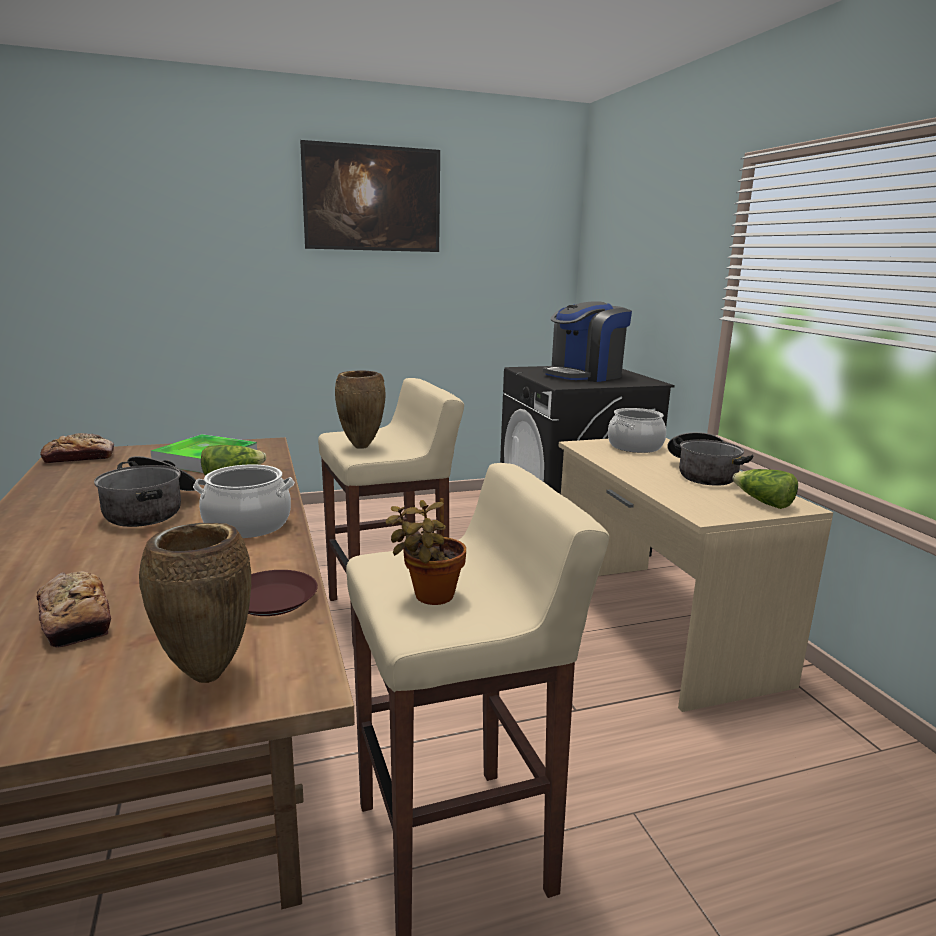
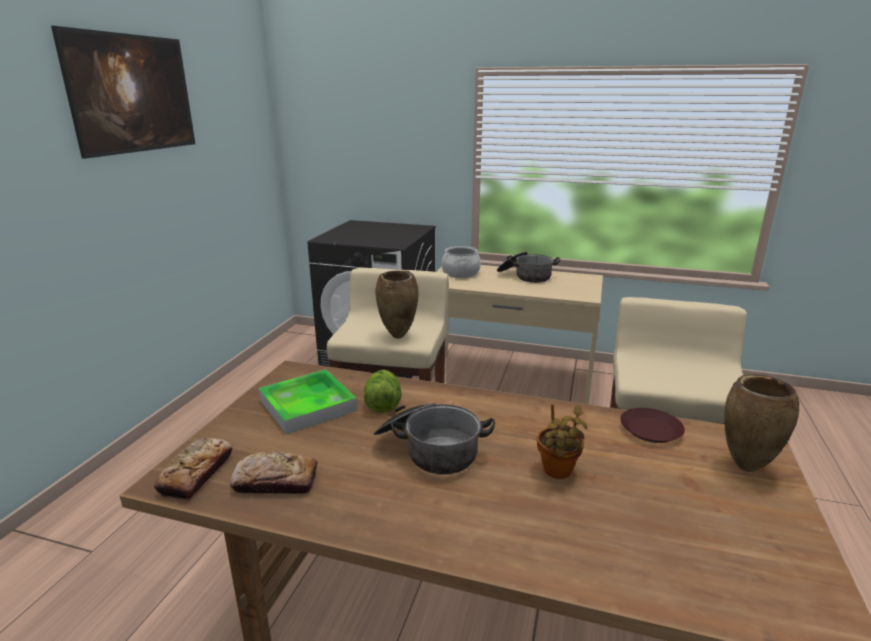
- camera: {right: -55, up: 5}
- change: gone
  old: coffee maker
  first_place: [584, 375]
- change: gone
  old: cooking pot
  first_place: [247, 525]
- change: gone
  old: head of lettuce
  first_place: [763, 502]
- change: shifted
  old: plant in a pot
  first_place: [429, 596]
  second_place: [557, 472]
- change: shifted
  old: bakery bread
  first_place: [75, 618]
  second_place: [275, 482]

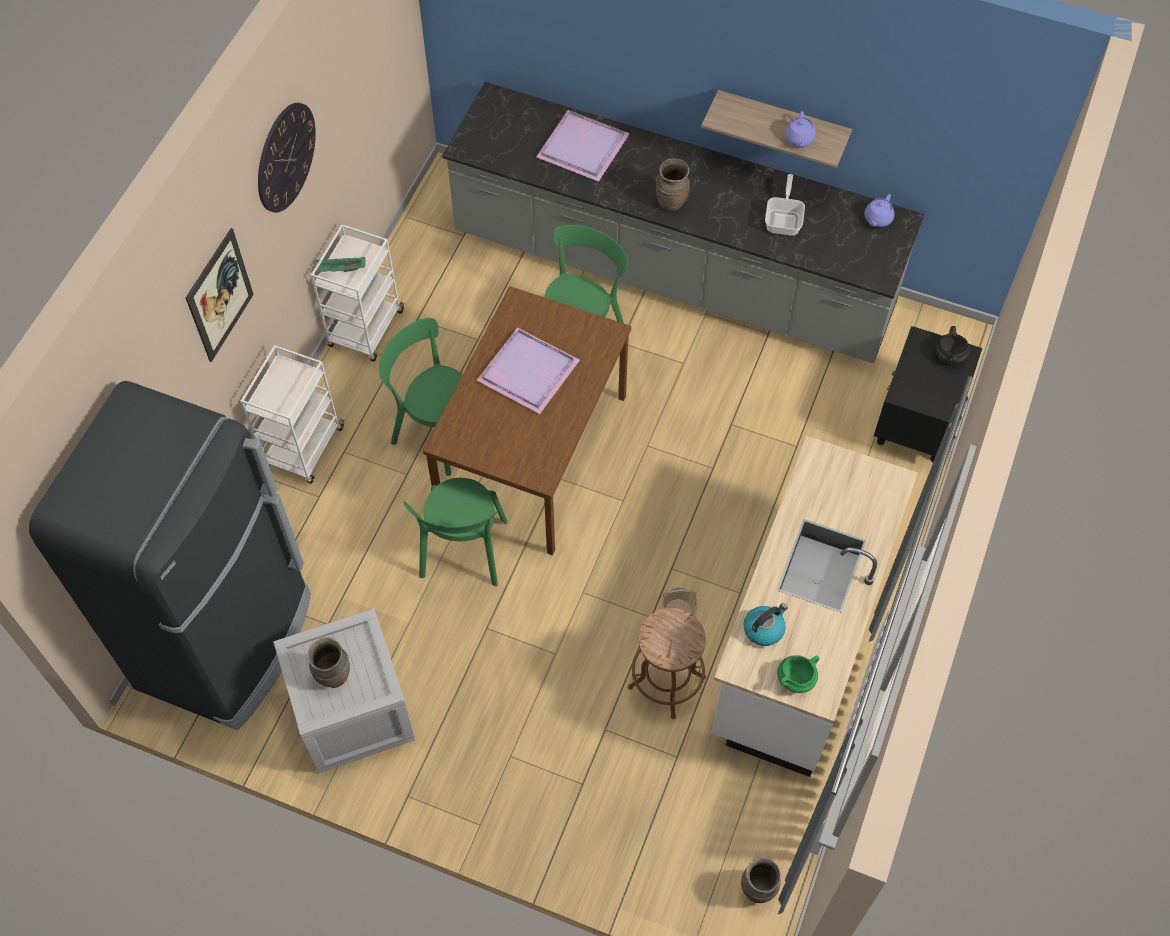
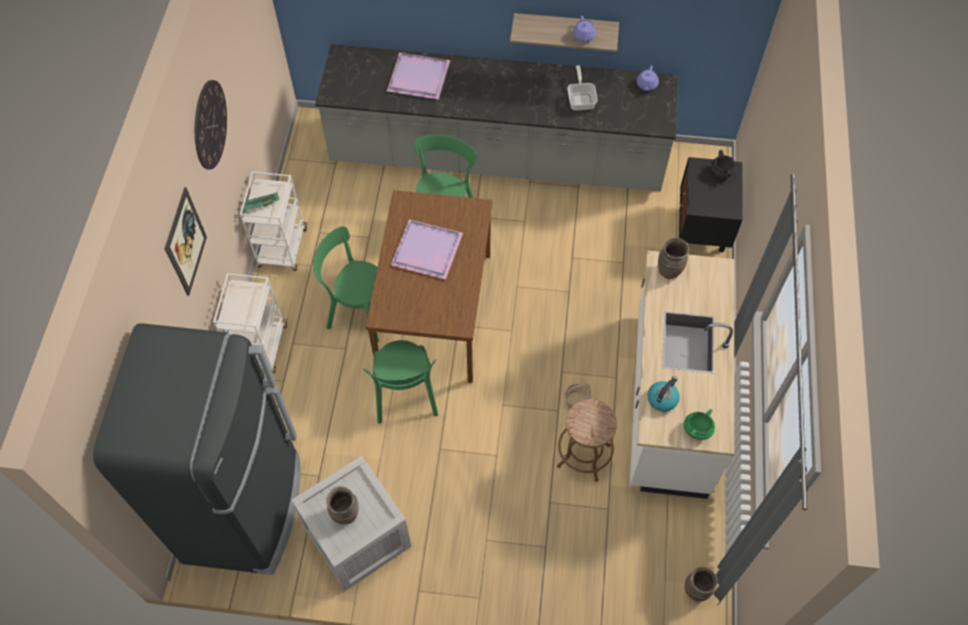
- camera: {right: -15, up: 0}
- change: shifted
  old: brown-coloured flower vase
  first_place: [671, 202]
  second_place: [669, 270]

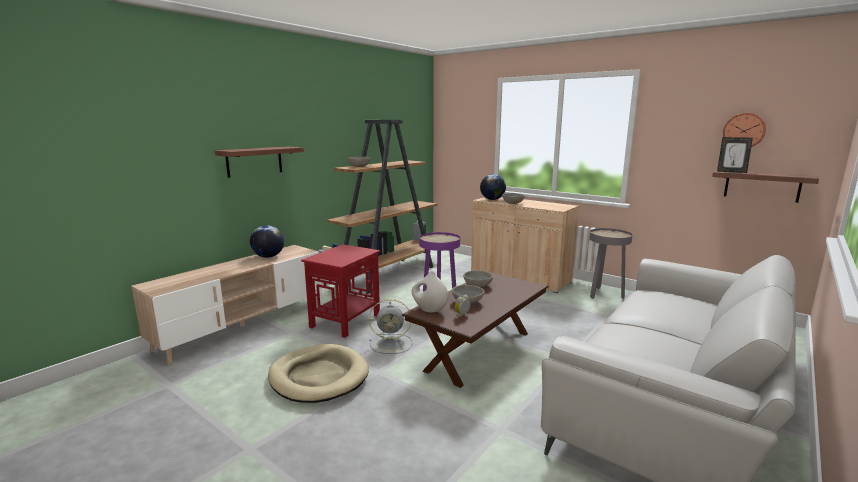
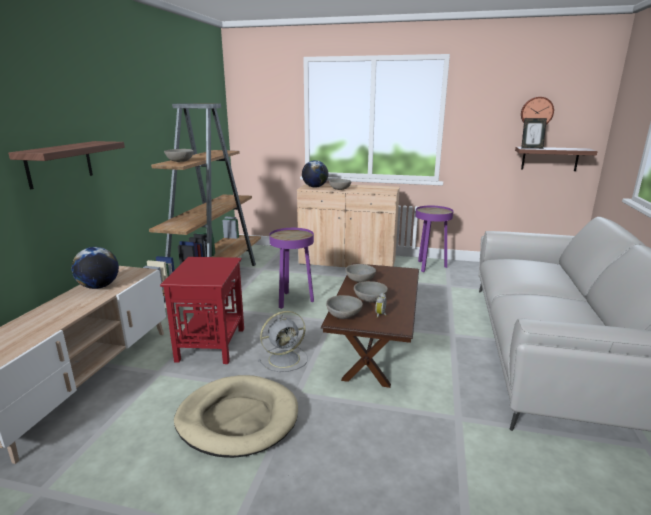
- camera: {right: -25, up: 5}
- change: repainted
  old: greyish end table
  new: purple-coloured end table
  first_place: [604, 295]
  second_place: [429, 267]
- change: swapped
  old: white flower vase
  new: greyish serving bowl
  first_place: [429, 310]
  second_place: [343, 315]

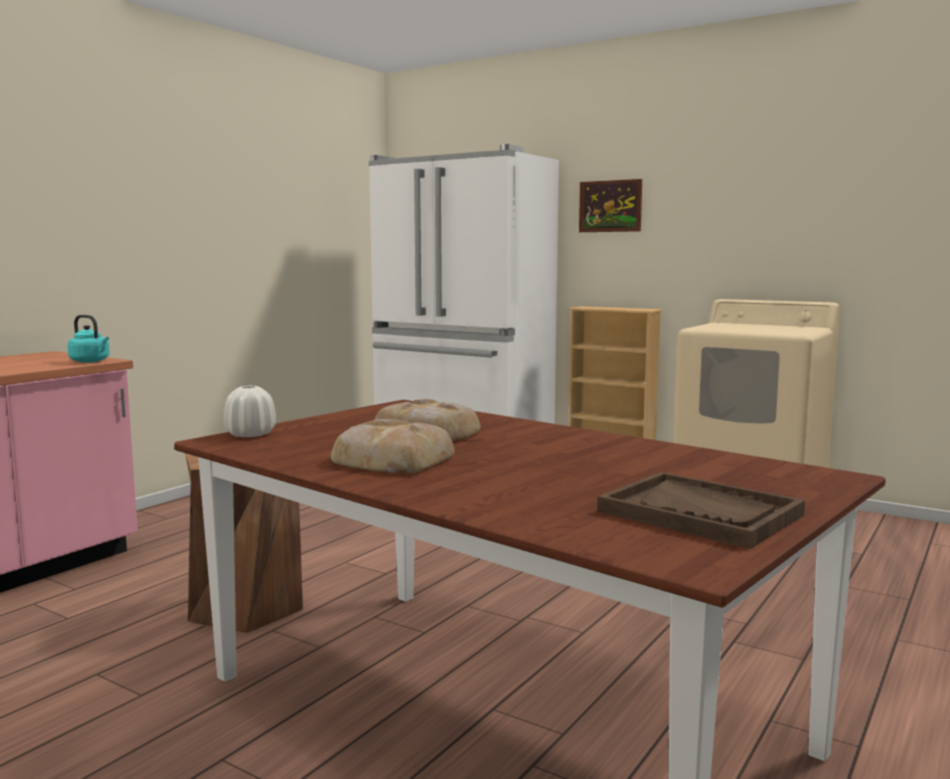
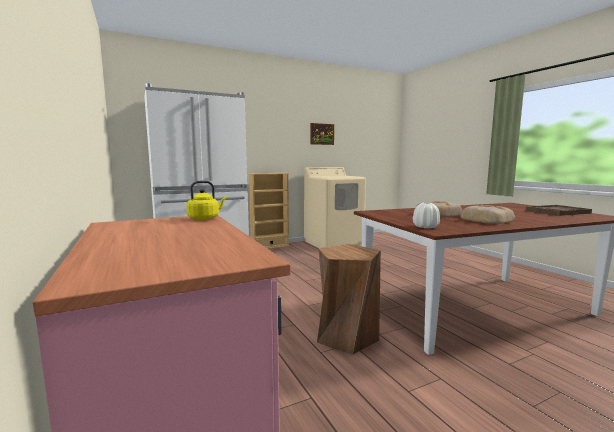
- camera: {right: -60, up: 0}
- change: shifted
  old: wall picture
  first_place: [610, 206]
  second_place: [322, 134]
- change: repainted
  old: turquoise-coloured water kettle
  new: yellowish water kettle
  first_place: [91, 361]
  second_place: [205, 218]

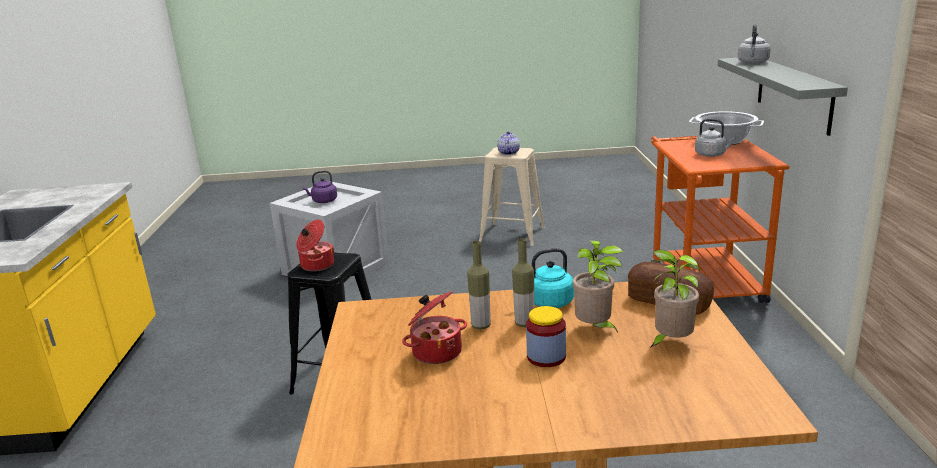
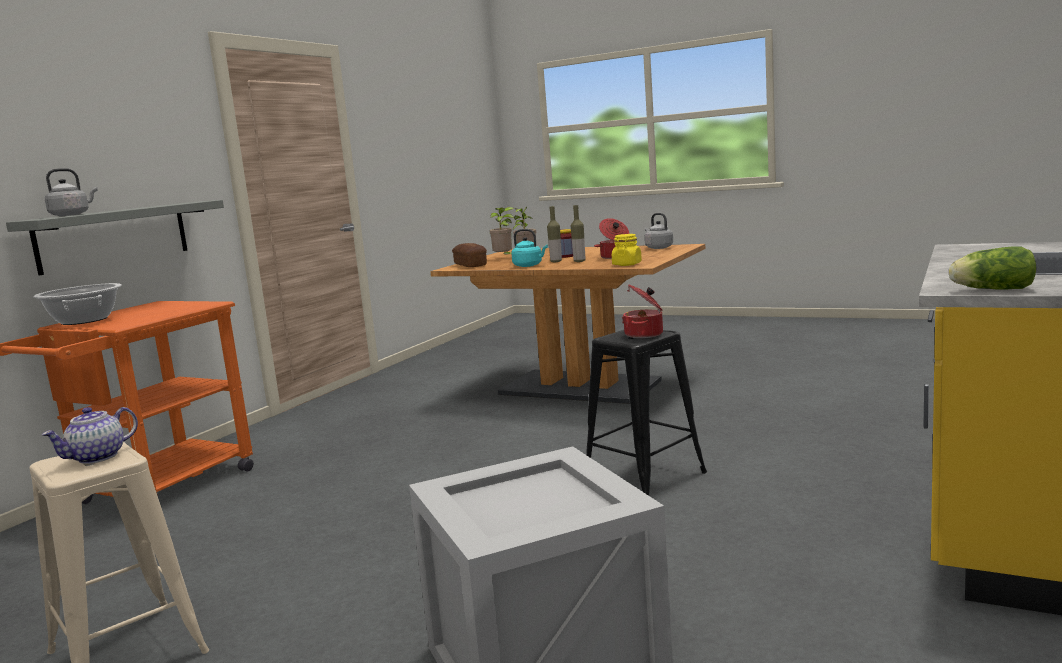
- camera: {right: -150, up: -10}
- change: shifted
  old: greyish water kettle
  first_place: [712, 155]
  second_place: [658, 248]
- change: gone
  old: purple-coloured water kettle
  first_place: [323, 201]
- change: new
  new: yellowish storage jar
  second_place: [627, 264]
- change: new
  new: head of lettuce
  second_place: [990, 289]

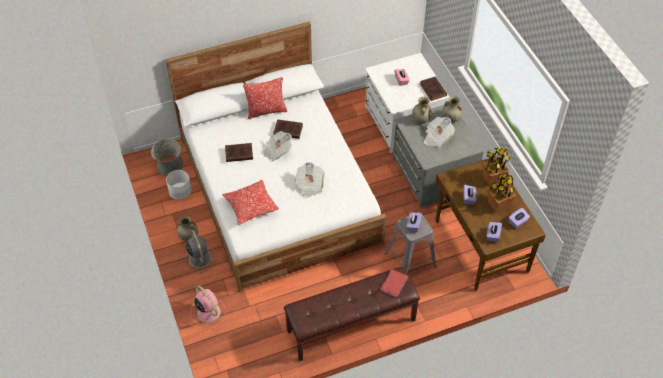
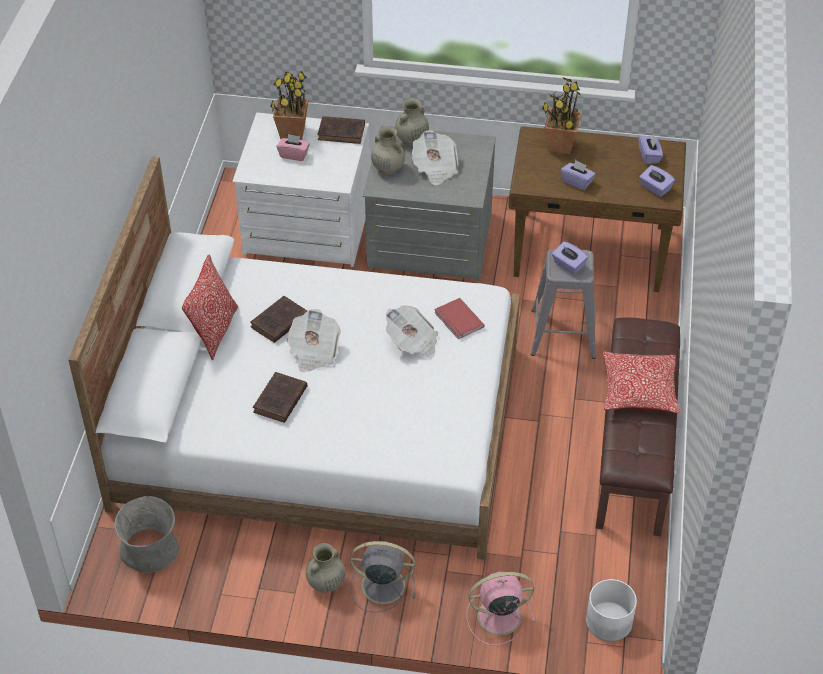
- camera: {right: -60, up: -5}
- change: shifted
  old: white plant pot
  first_place: [180, 191]
  second_place: [608, 621]
- change: shifted
  old: plant in a pot
  first_place: [497, 204]
  second_place: [292, 133]
- change: shifted
  old: throw pillow
  first_place: [251, 206]
  second_place: [639, 391]
- change: shifted
  old: red-coloured book
  first_place: [393, 283]
  second_place: [457, 320]

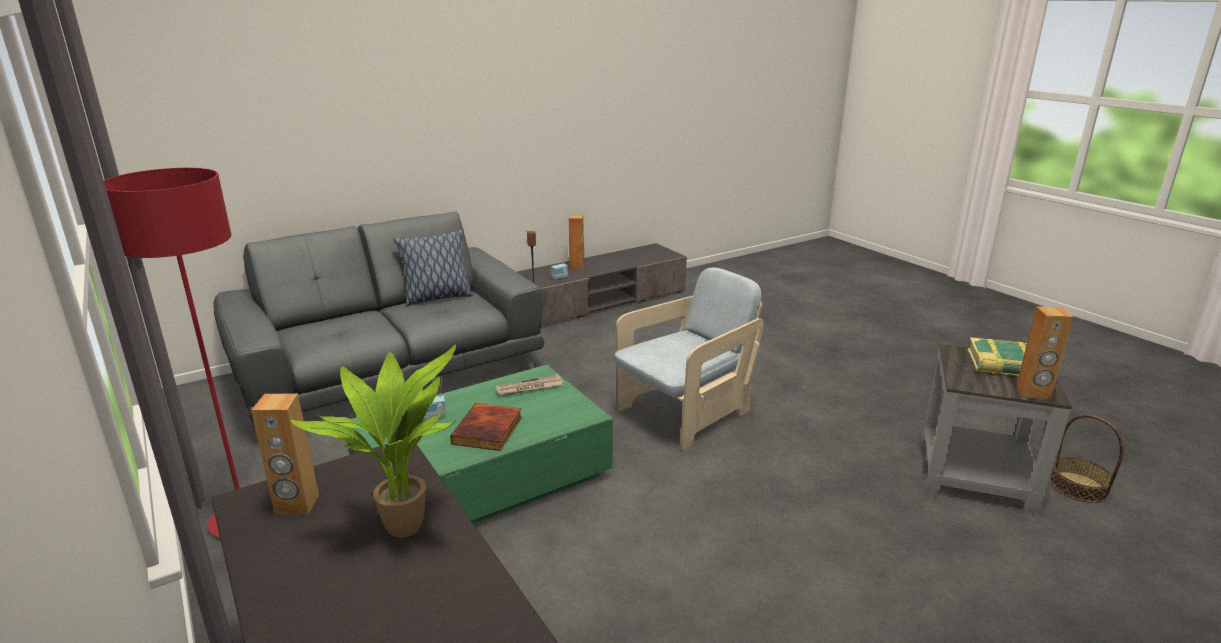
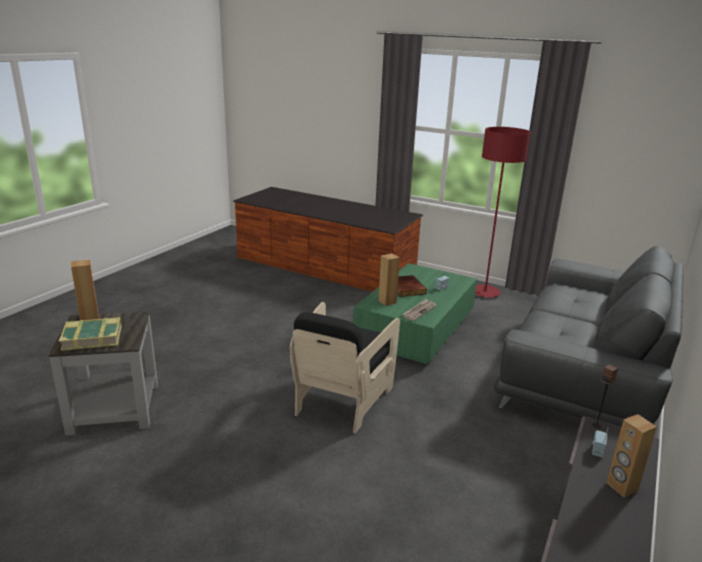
- camera: {right: 150, up: 0}
- change: gone
  old: throw pillow
  first_place: [437, 298]
- change: repainted
  old: beige easy chair
  new: black easy chair
  first_place: [685, 413]
  second_place: [342, 399]
- change: gone
  old: plant in a pot
  first_place: [405, 524]
- change: shifted
  old: brown-coloured loudspeaker
  first_place: [297, 505]
  second_place: [387, 302]
- change: gone
  old: storage basket
  first_place: [1078, 486]

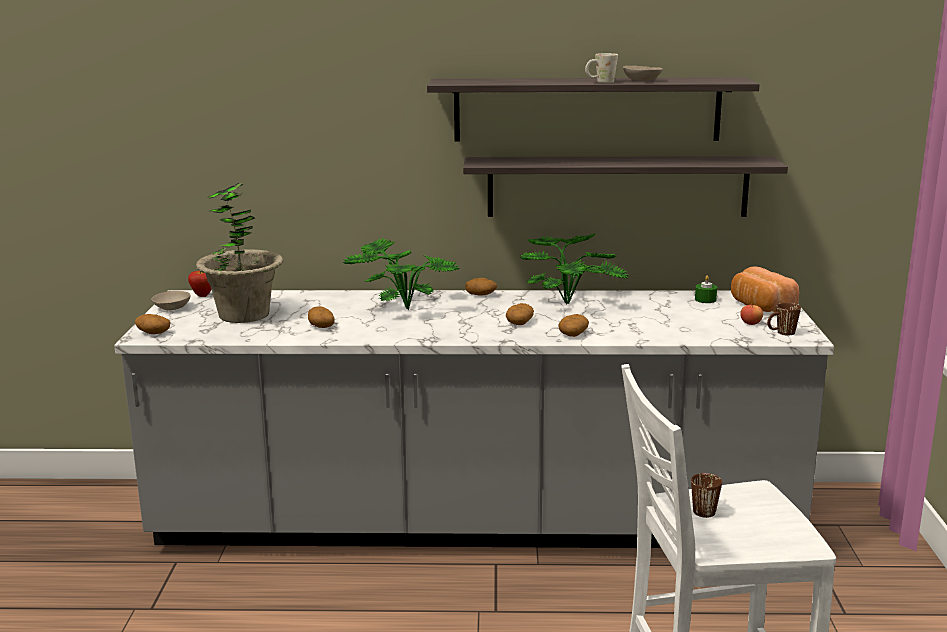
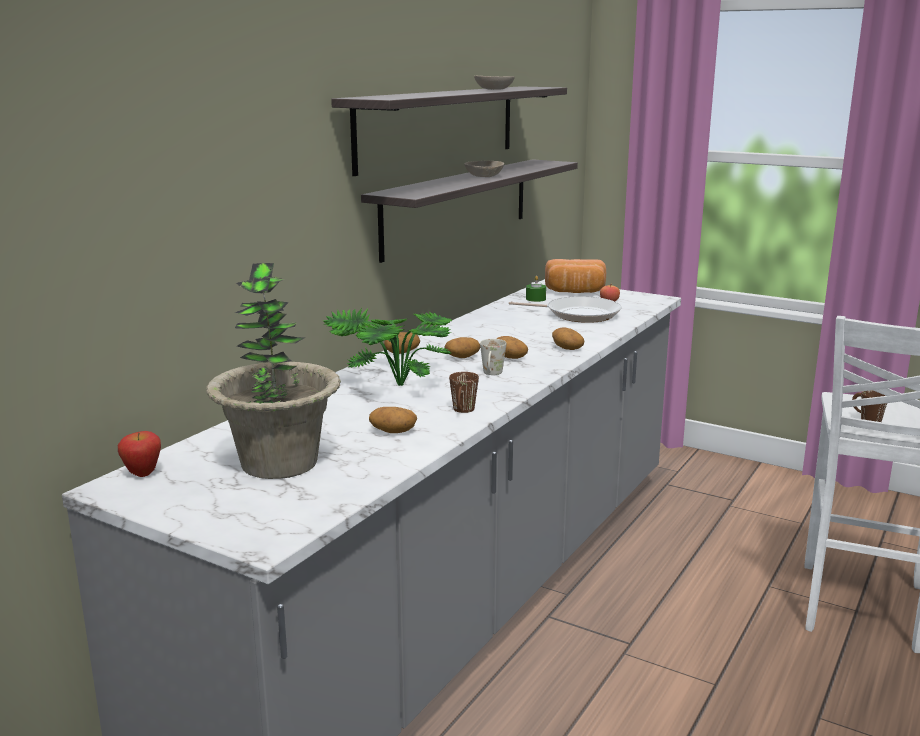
- camera: {right: -60, up: 0}
- change: shifted
  old: white coffee mug
  first_place: [600, 82]
  second_place: [492, 374]
- change: gone
  old: plant in a pot
  first_place: [570, 302]
- change: shifted
  old: beige serving bowl
  first_place: [173, 307]
  second_place: [483, 176]
- change: shifted
  old: brown-coloured coffee mug
  first_place: [781, 333]
  second_place: [463, 411]
- change: shifted
  old: whole potato
  first_place: [153, 333]
  second_place: [462, 357]
- change: new
  new: frying pan
  second_place: [578, 314]

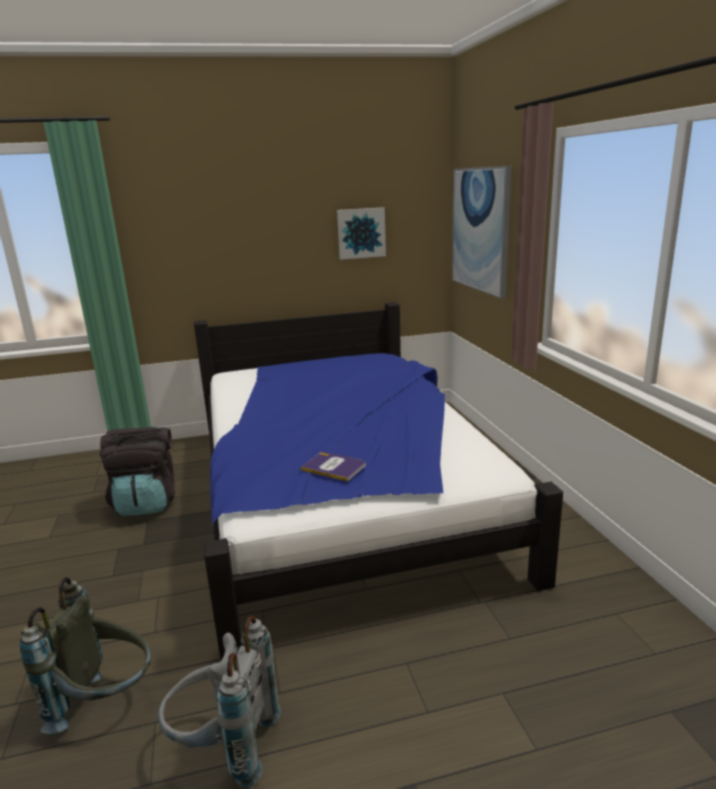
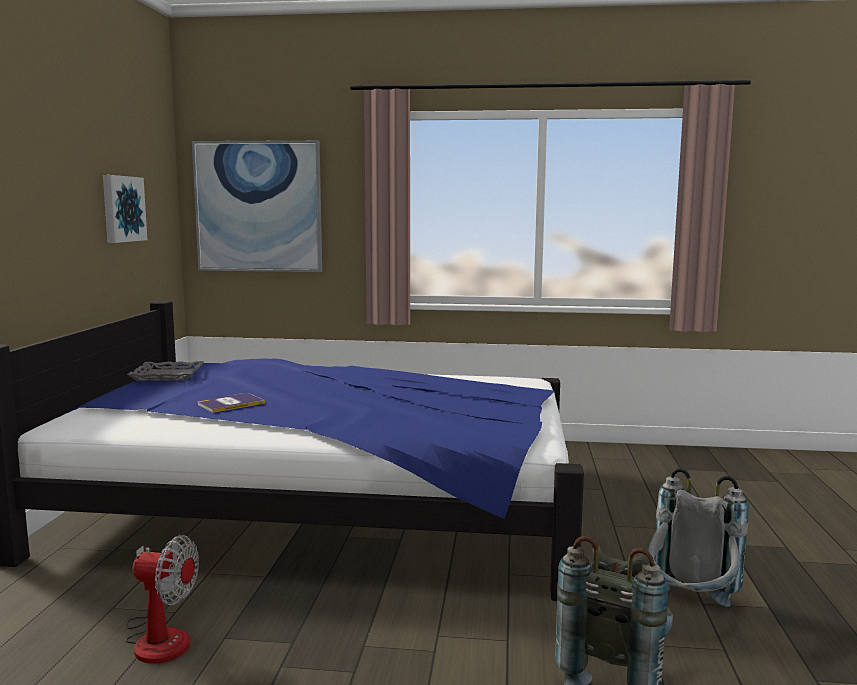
- camera: {right: -70, up: -10}
- change: swapped
  old: black knapsack
  new: fan
  first_place: [146, 503]
  second_place: [159, 636]
- change: shifted
  old: book
  first_place: [334, 467]
  second_place: [230, 404]
- change: new
  new: greyish serving tray
  second_place: [168, 375]

